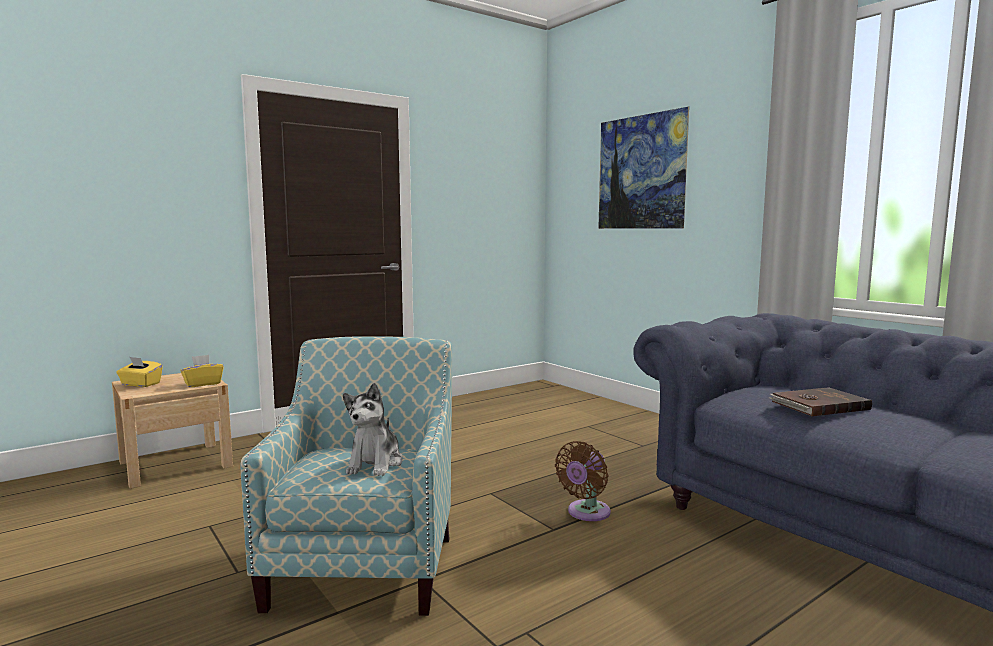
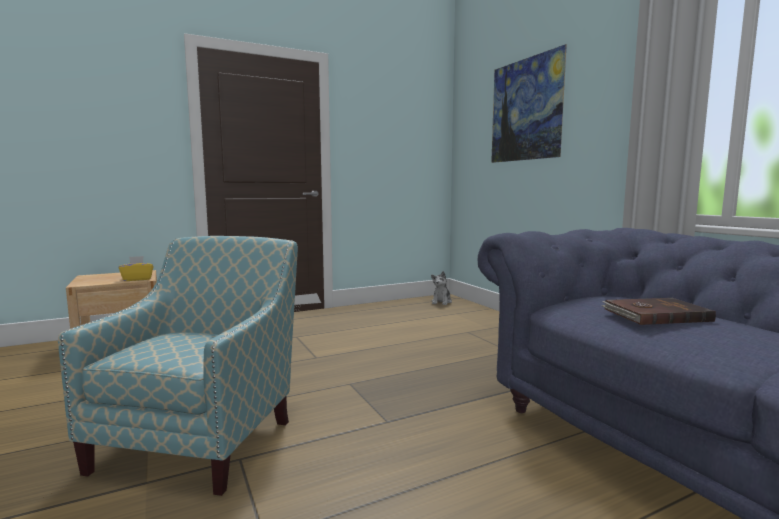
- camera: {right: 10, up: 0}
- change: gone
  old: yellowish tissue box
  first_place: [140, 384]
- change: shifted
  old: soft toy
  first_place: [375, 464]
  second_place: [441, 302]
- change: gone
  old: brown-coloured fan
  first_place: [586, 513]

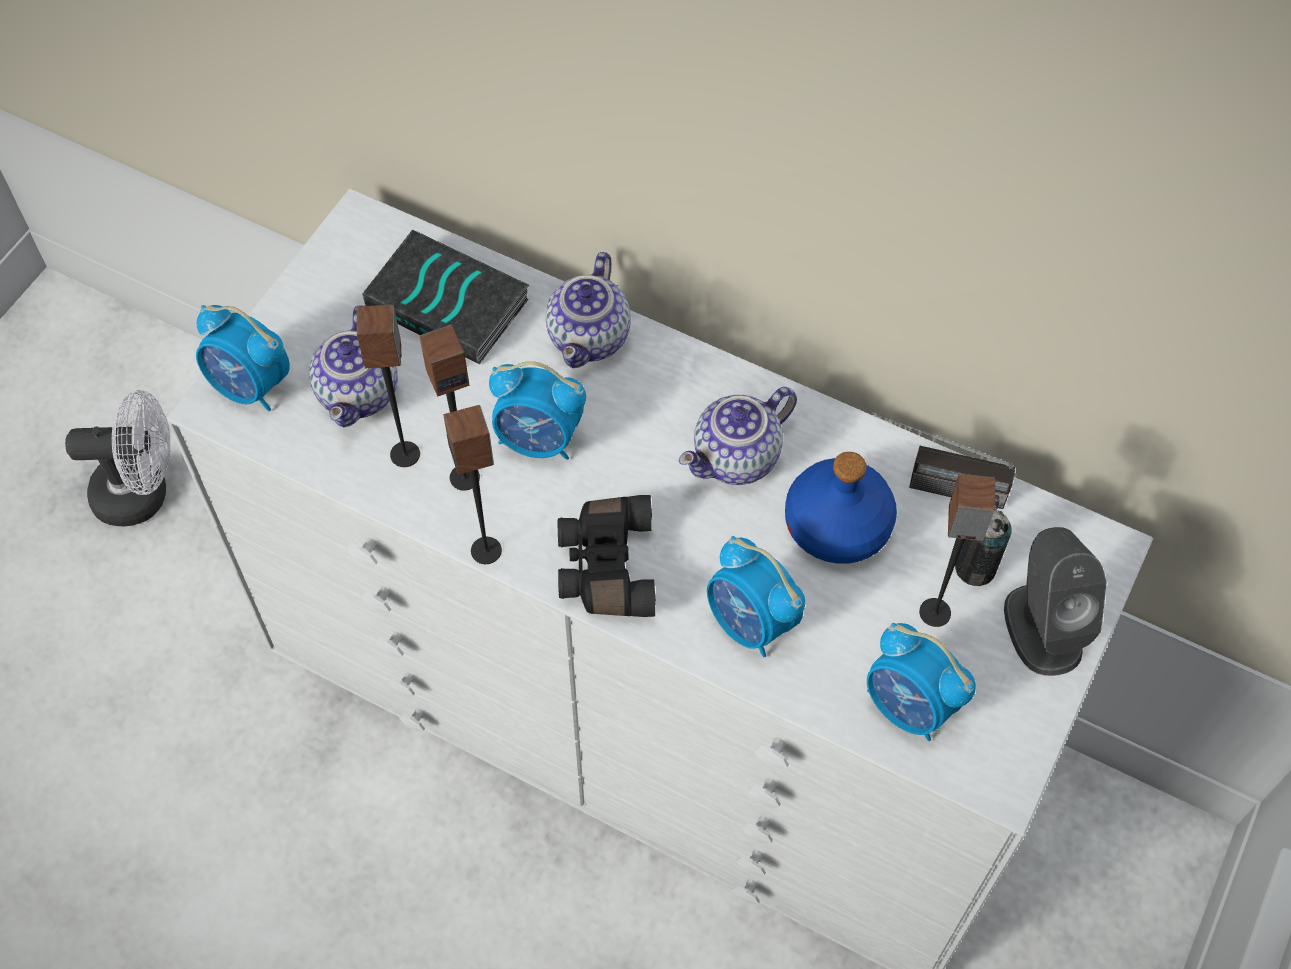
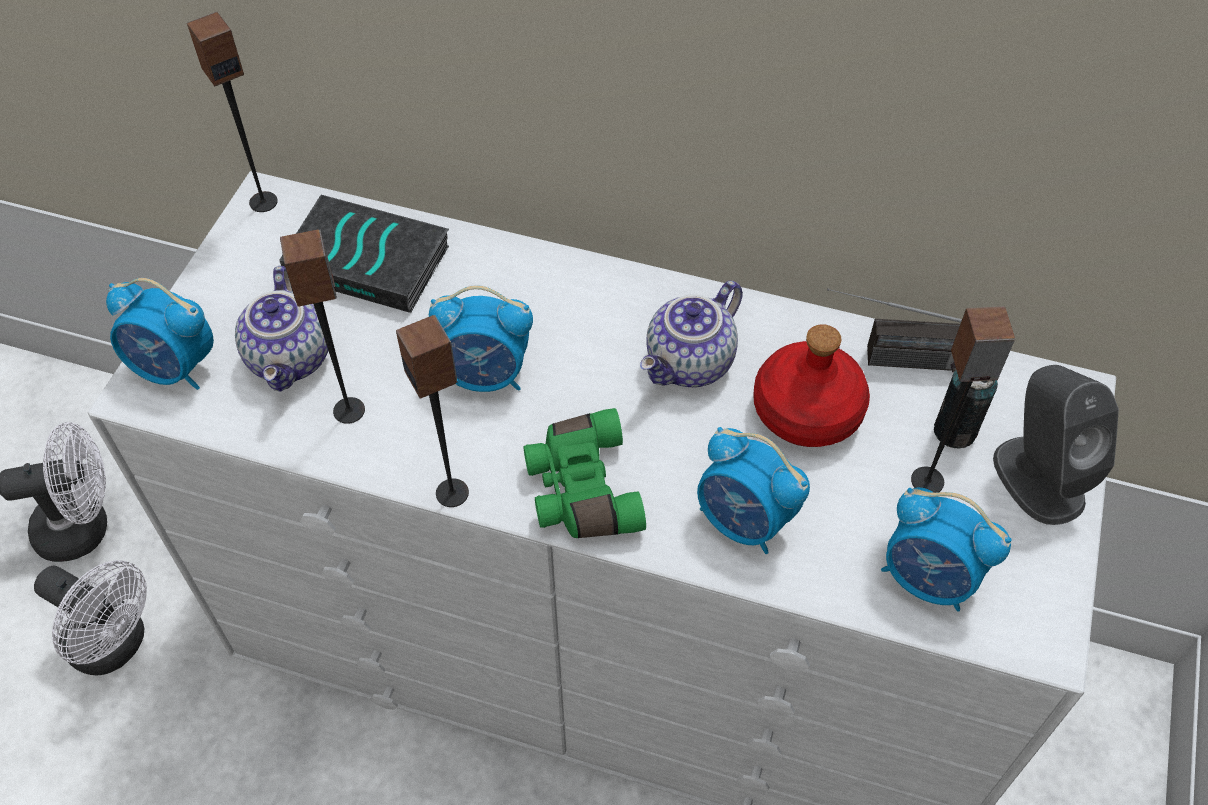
- camera: {right: -10, up: -5}
- change: gone
  old: pot for tea
  first_place: [590, 339]
- change: shifted
  old: loudspeaker
  first_place: [464, 477]
  second_place: [263, 201]
- change: repainted
  old: blue drink bottle
  new: red-coloured drink bottle
  first_place: [836, 525]
  second_place: [805, 412]
- change: repainted
  old: black pair of binoculars
  new: green-coloured pair of binoculars
  first_place: [604, 566]
  second_place: [580, 489]
- change: new
  new: white fan
  second_place: [116, 645]

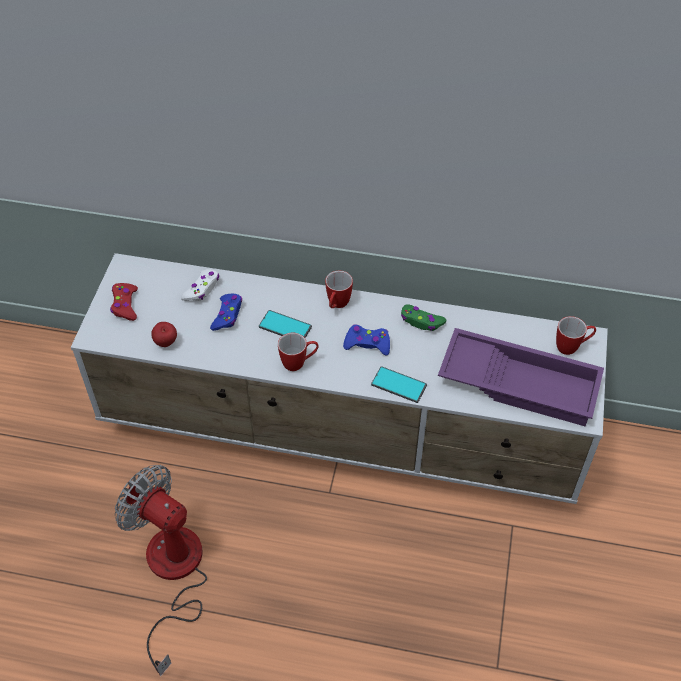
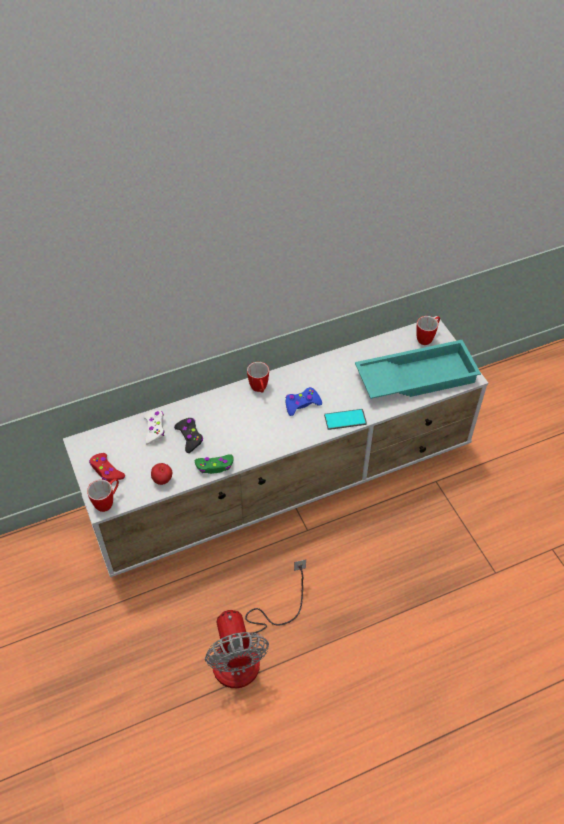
- camera: {right: -35, up: 0}
- change: repainted
  old: blue gamepad
  new: black gamepad
  first_place: [227, 315]
  second_place: [189, 437]
- change: shifted
  old: green-coloured gamepad
  first_place: [421, 321]
  second_place: [215, 466]
- change: gone
  old: phone
  first_place: [285, 327]
- change: repainted
  old: purple-coloured serving tray
  new: turquoise-coloured serving tray
  first_place: [520, 382]
  second_place: [416, 376]
- change: shifted
  old: coffee mug
  first_place: [299, 363]
  second_place: [108, 502]
- change: rotated
  old: fan
  first_place: [173, 574]
  second_place: [248, 650]
  degrees: -105

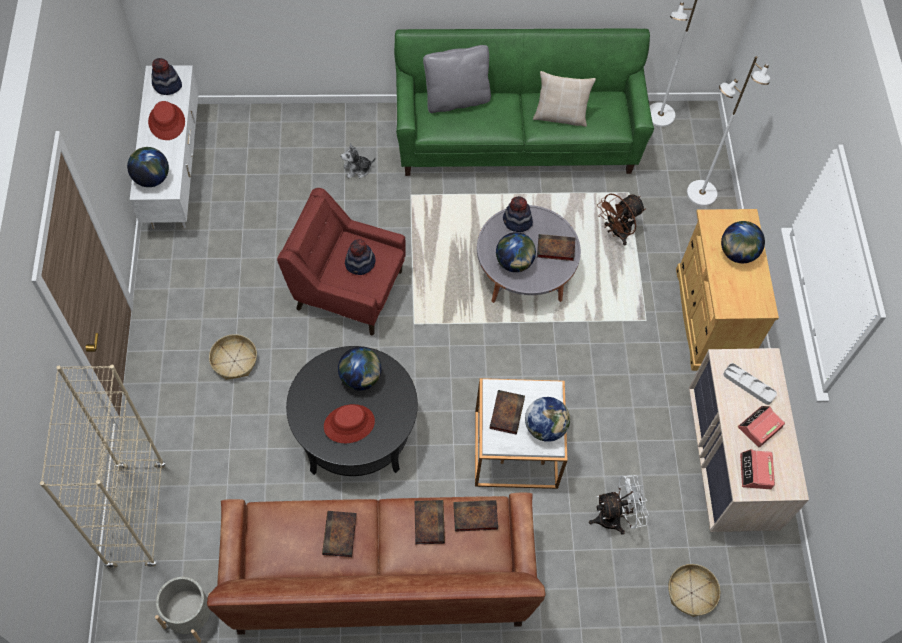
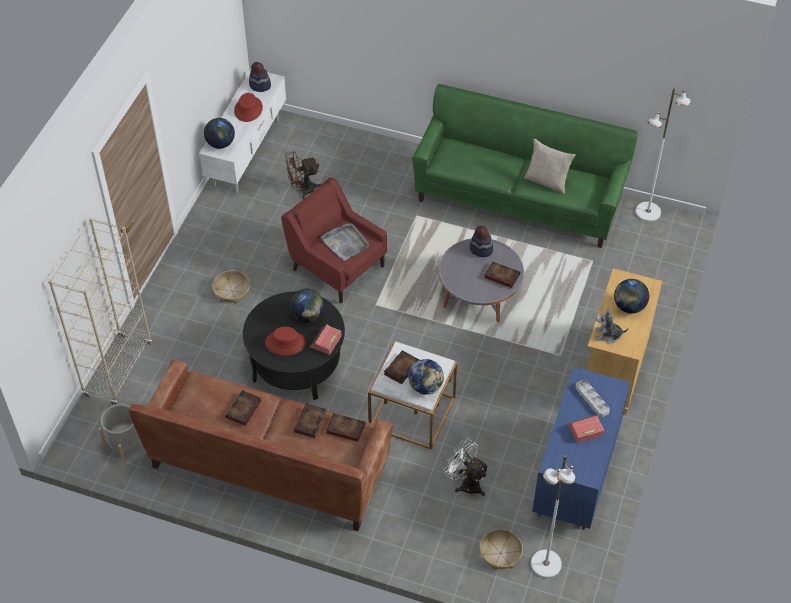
- camera: {right: 25, up: -10}
- change: gone
  old: greyish throw pillow
  first_place: [456, 99]
- change: shifted
  old: white standing lamp
  first_place: [701, 194]
  second_place: [545, 564]
- change: shifted
  old: soft toy
  first_place: [357, 169]
  second_place: [608, 335]
- change: shifted
  old: brown-coloured fan
  first_place: [616, 233]
  second_place: [302, 189]
- change: gone
  old: globe
  first_place: [514, 262]
- change: swapped
  old: clothing hat
  new: greyish serving tray
  first_place: [360, 263]
  second_place: [345, 243]
- change: repainted
  old: beige dresser
  new: blue dresser
  first_place: [728, 465]
  second_place: [575, 476]
- change: shifted
  old: table clock
  first_place: [755, 472]
  second_place: [326, 342]
- change: rotated
  old: white fan
  first_place: [615, 517]
  second_place: [466, 483]
  degrees: -150

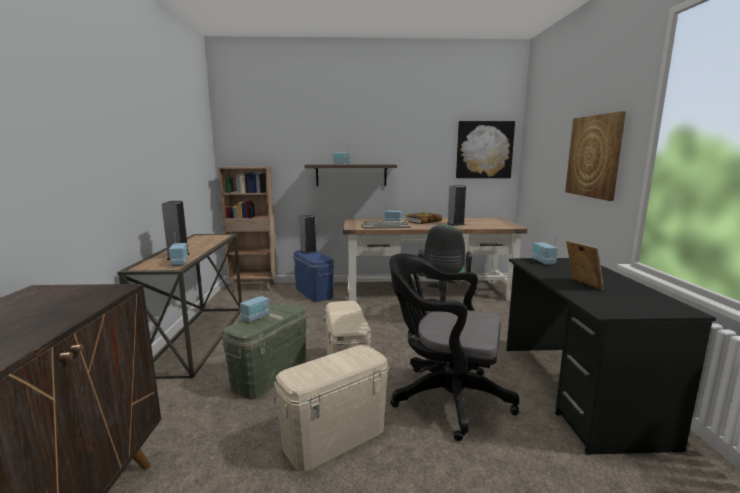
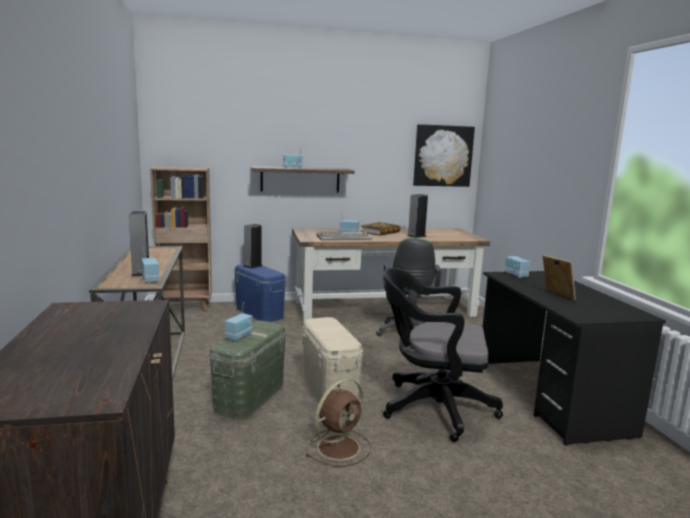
- camera: {right: -10, up: 0}
- change: gone
  old: wall picture
  first_place: [594, 156]
- change: swapped
  old: beige storage container
  new: brown-coloured fan
  first_place: [335, 437]
  second_place: [340, 447]

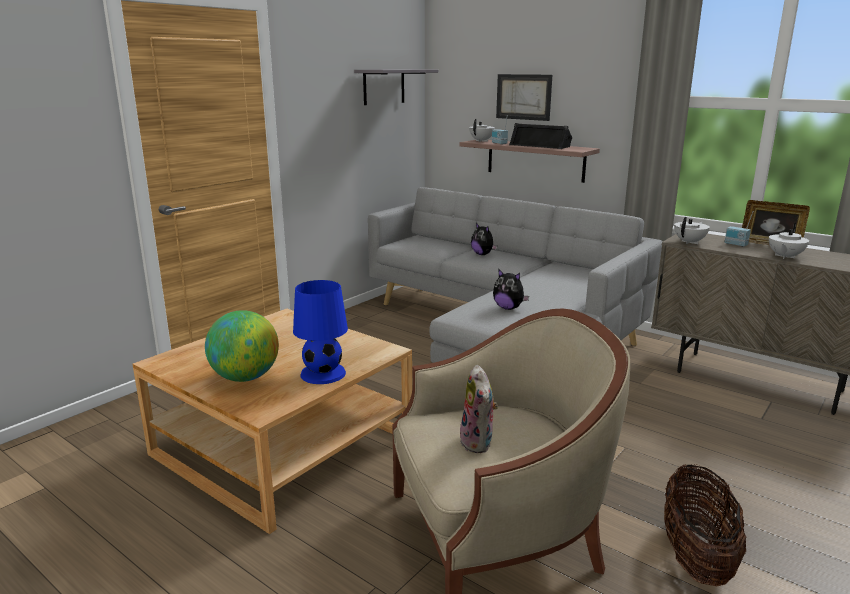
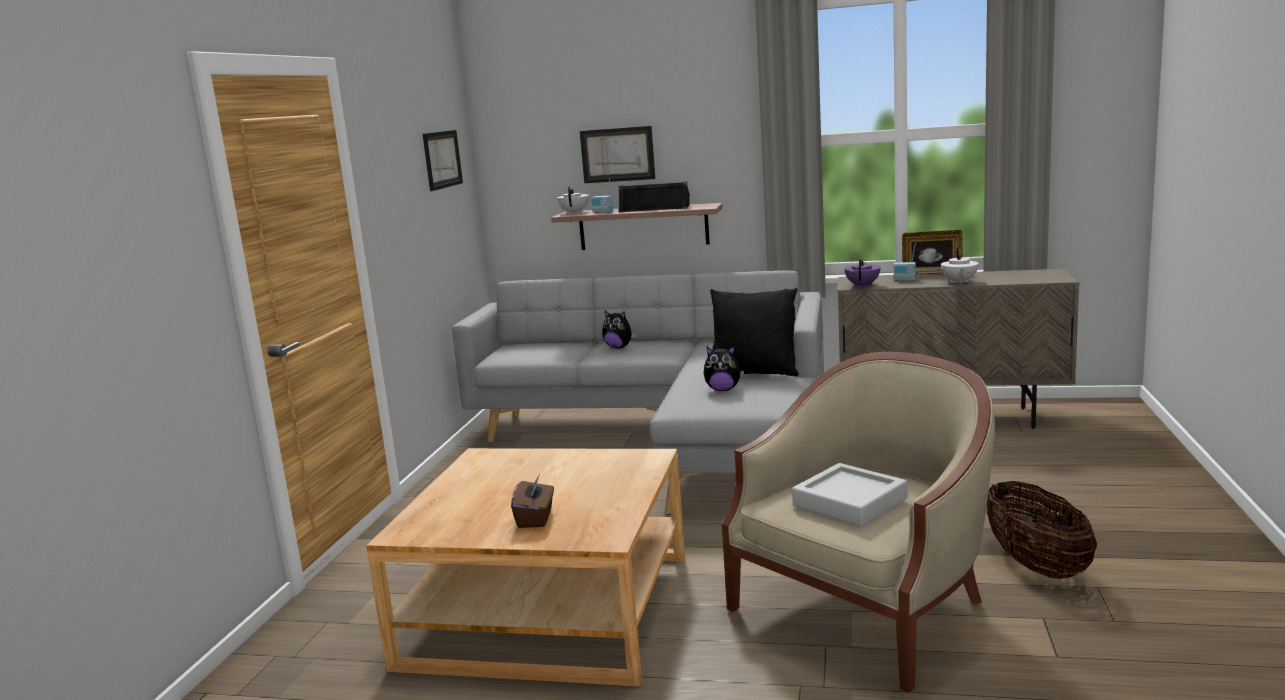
- camera: {right: -25, up: -5}
- change: swapped
  old: greyish shelf
  new: wall picture
  first_place: [384, 86]
  second_place: [442, 159]
- change: repainted
  old: white pot for tea
  new: purple-coloured pot for tea
  first_place: [690, 242]
  second_place: [863, 285]
- change: gone
  old: blue tabletop lamp
  first_place: [322, 373]
- change: swapped
  old: globe
  new: brown-coloured tissue box
  first_place: [245, 377]
  second_place: [535, 518]
- change: swapped
  old: soft toy
  new: greyish serving tray
  first_place: [479, 443]
  second_place: [849, 502]
- change: new
  new: black throw pillow
  second_place: [754, 374]

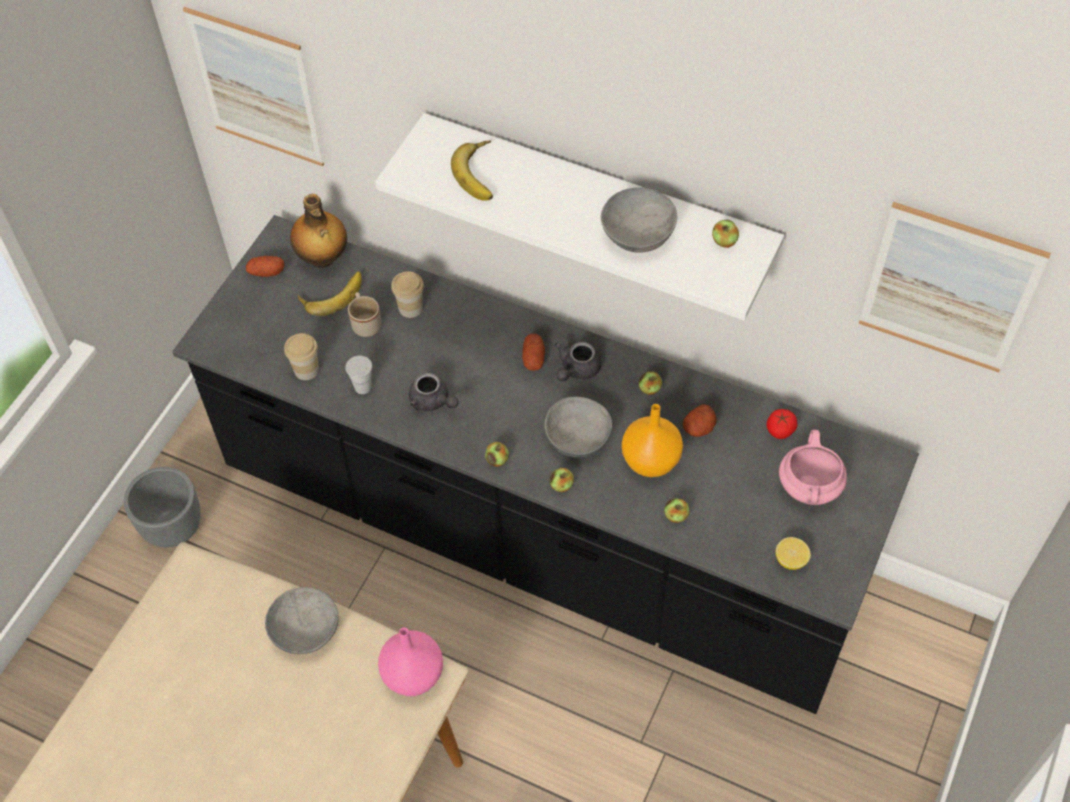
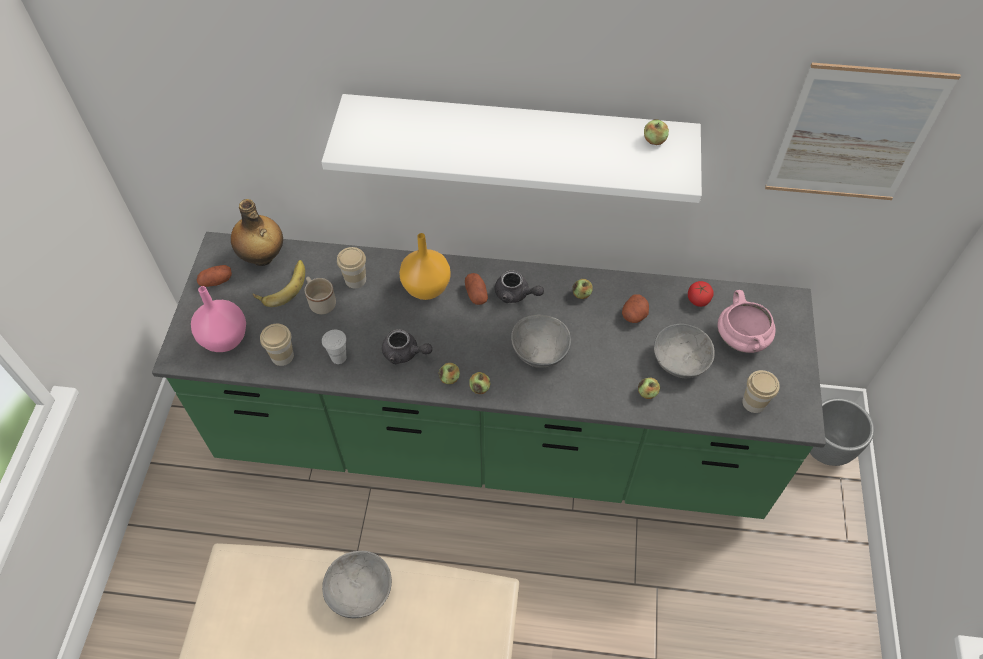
- camera: {right: -20, up: 0}
- change: gone
  old: wall picture
  first_place: [256, 88]
- change: gone
  old: banana fruit
  first_place: [481, 174]
- change: shifted
  old: greyish serving bowl
  first_place: [639, 234]
  second_place: [680, 360]
- change: repainted
  old: black counter
  new: green-coloured counter
  first_place: [538, 533]
  second_place: [491, 439]
- change: rotated
  old: greyish pot for tea
  first_place: [576, 370]
  second_place: [516, 294]
  degrees: -75
- change: shifted
  old: orange-coloured flower vase
  first_place: [650, 462]
  second_place: [426, 288]
- change: shifted
  old: greyish plant pot
  first_place: [173, 527]
  second_place: [826, 447]
- change: shifted
  old: apple fruit
  first_place: [561, 485]
  second_place: [449, 378]
- change: swapped
  old: whole lemon
  new: cup
  first_place: [790, 560]
  second_place: [754, 402]
- change: shifted
  old: pinkish flower vase
  first_place: [413, 674]
  second_place: [224, 338]

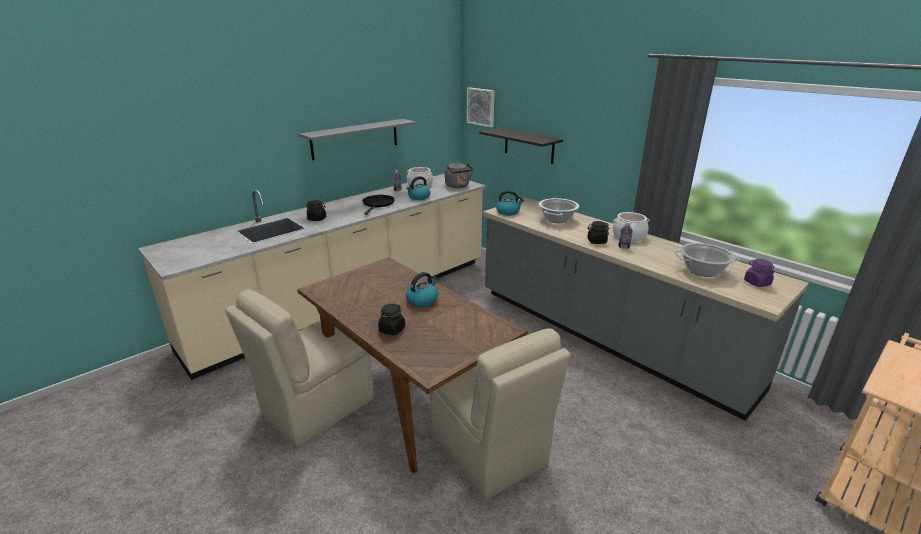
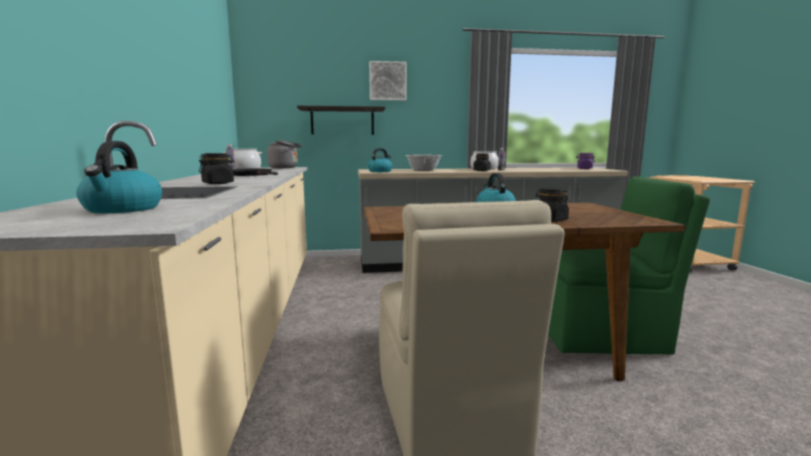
- camera: {right: -55, up: -15}
- change: shifted
  old: wall picture
  first_place: [481, 107]
  second_place: [387, 81]
- change: gone
  old: greyish shelf
  first_place: [355, 138]
- change: shifted
  old: water kettle
  first_place: [418, 197]
  second_place: [123, 209]
- change: gone
  old: cooking pot
  first_place: [703, 271]
- change: repainted
  old: beige upright chair
  new: green-coloured upright chair
  first_place: [490, 450]
  second_place: [603, 335]

